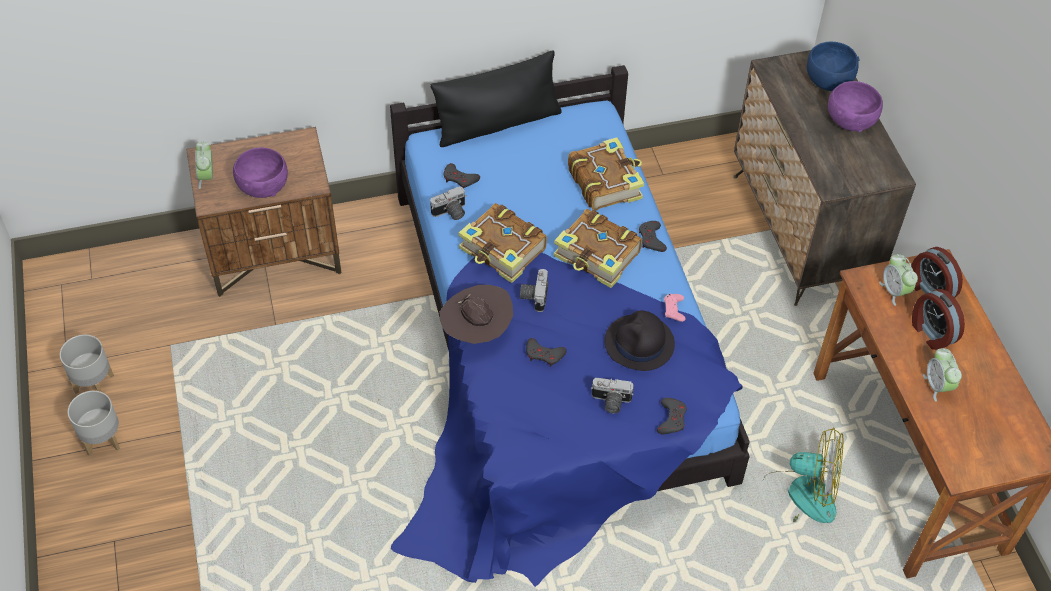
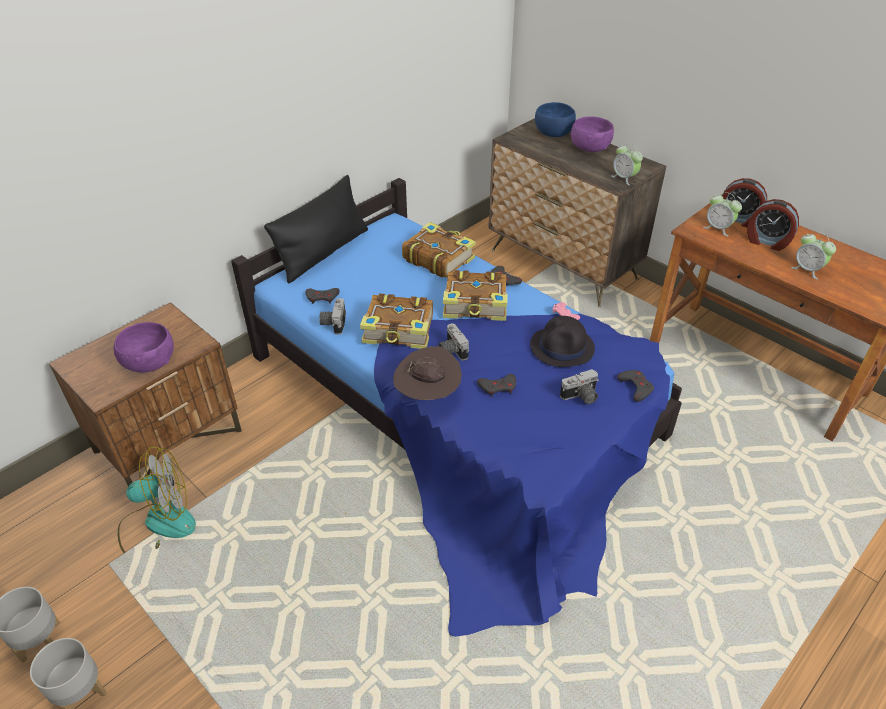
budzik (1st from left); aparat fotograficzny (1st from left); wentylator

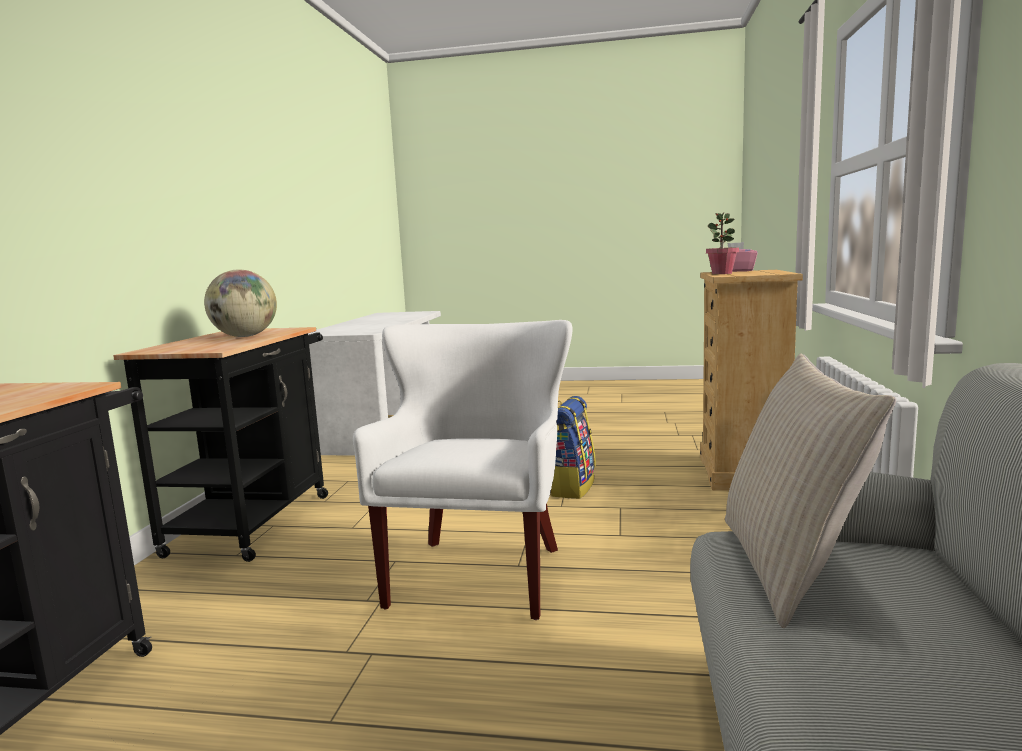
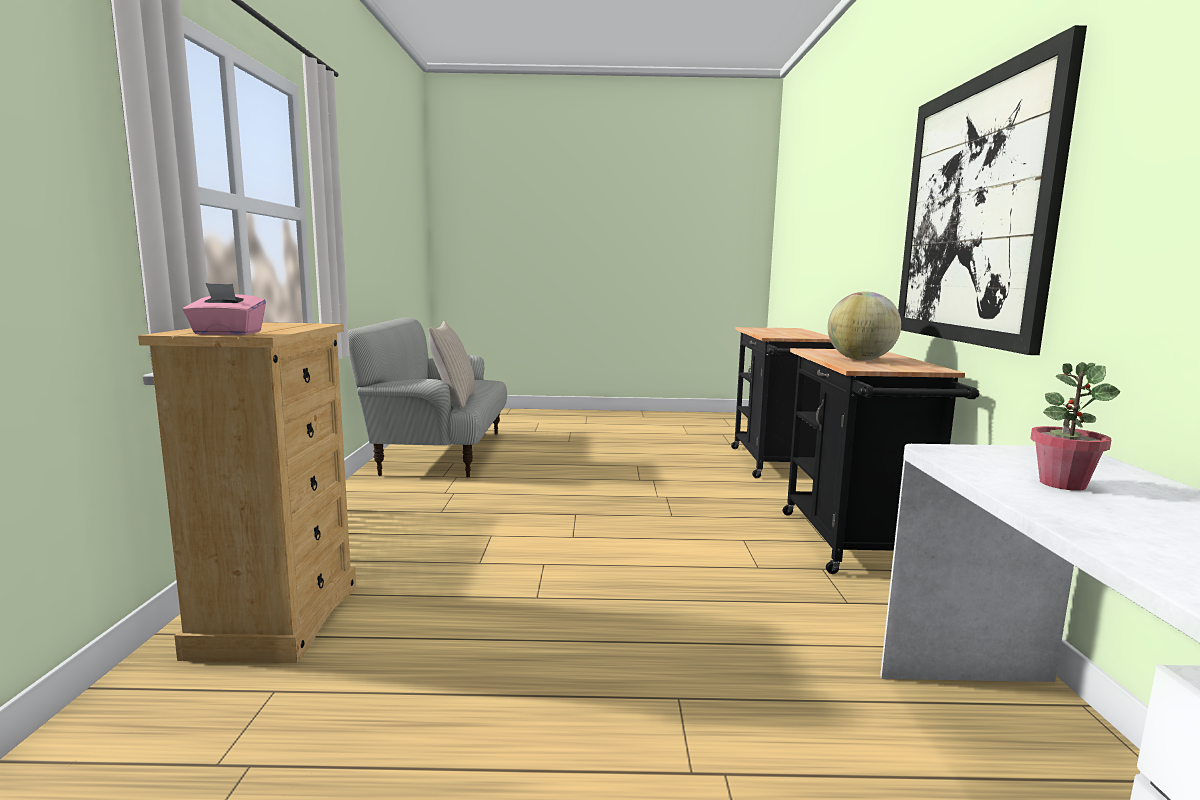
fotel/biały; plecak; roślina doniczkowa; obraz

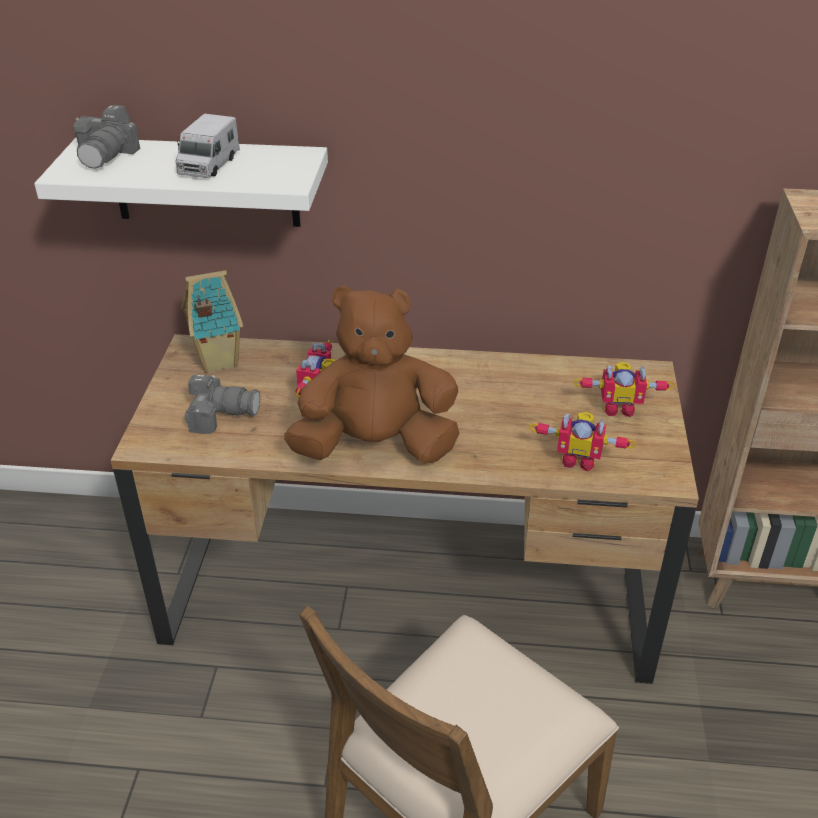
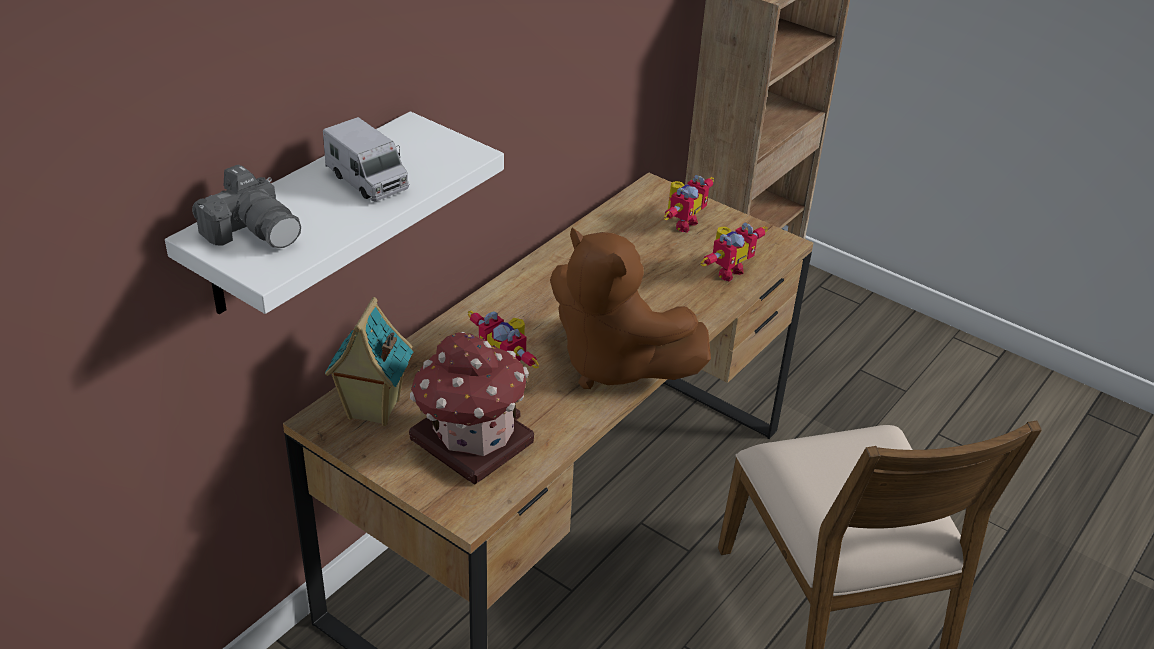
domek (2nd from left); pluszak/brązowy

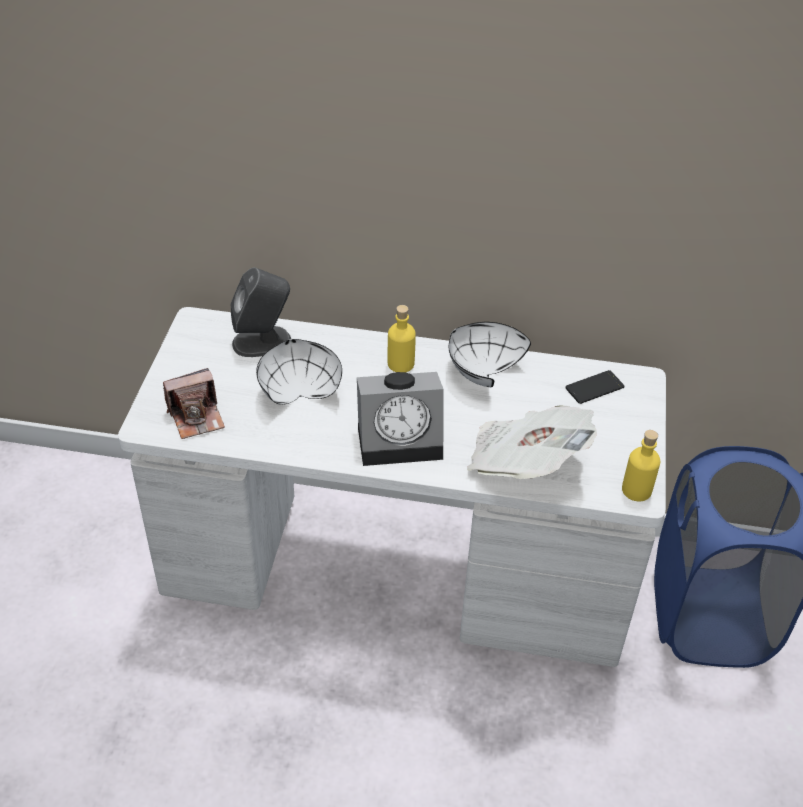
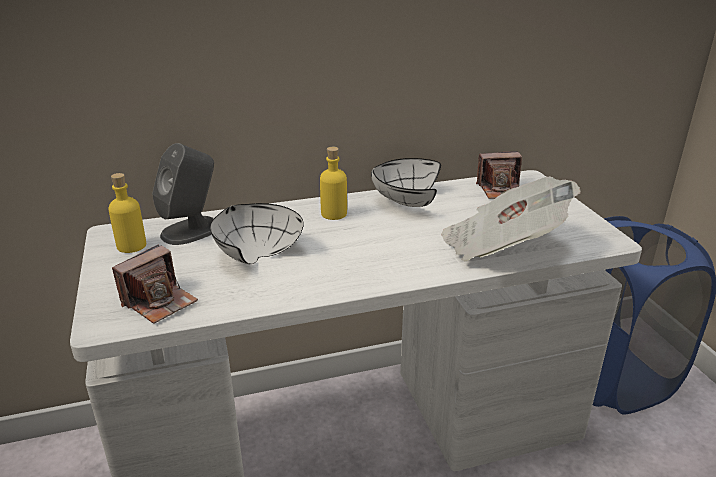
budzik; aparat fotograficzny (2nd from left); butelka/żółty (1st from left)

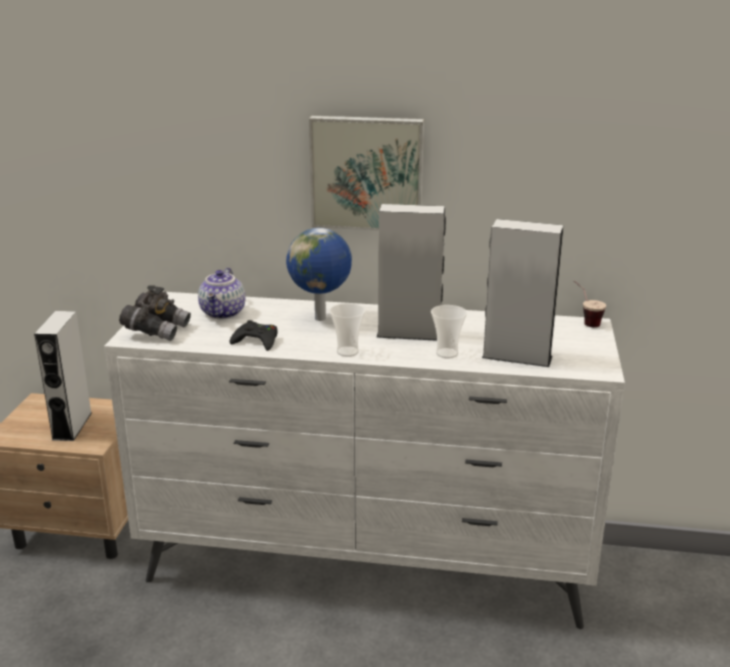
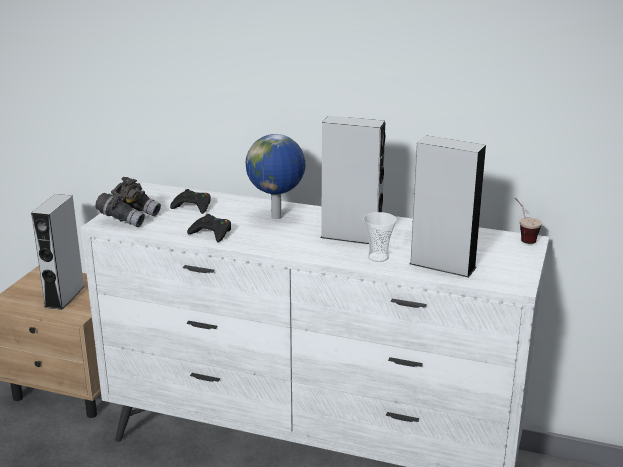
pad do gier/czarny (1st from left); obraz; filiżanka (1st from left in the first image)

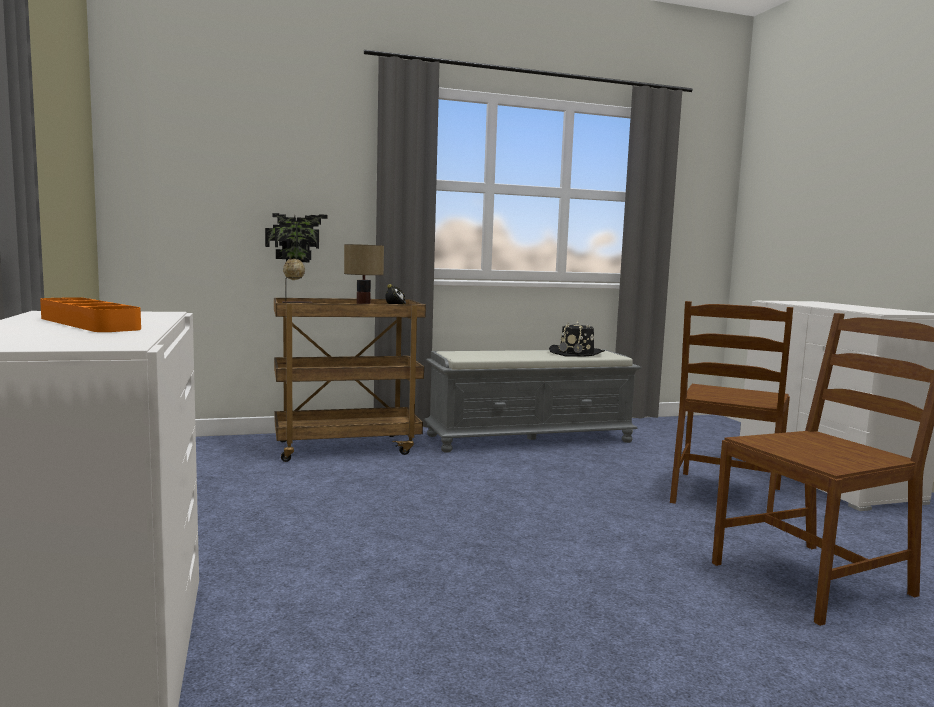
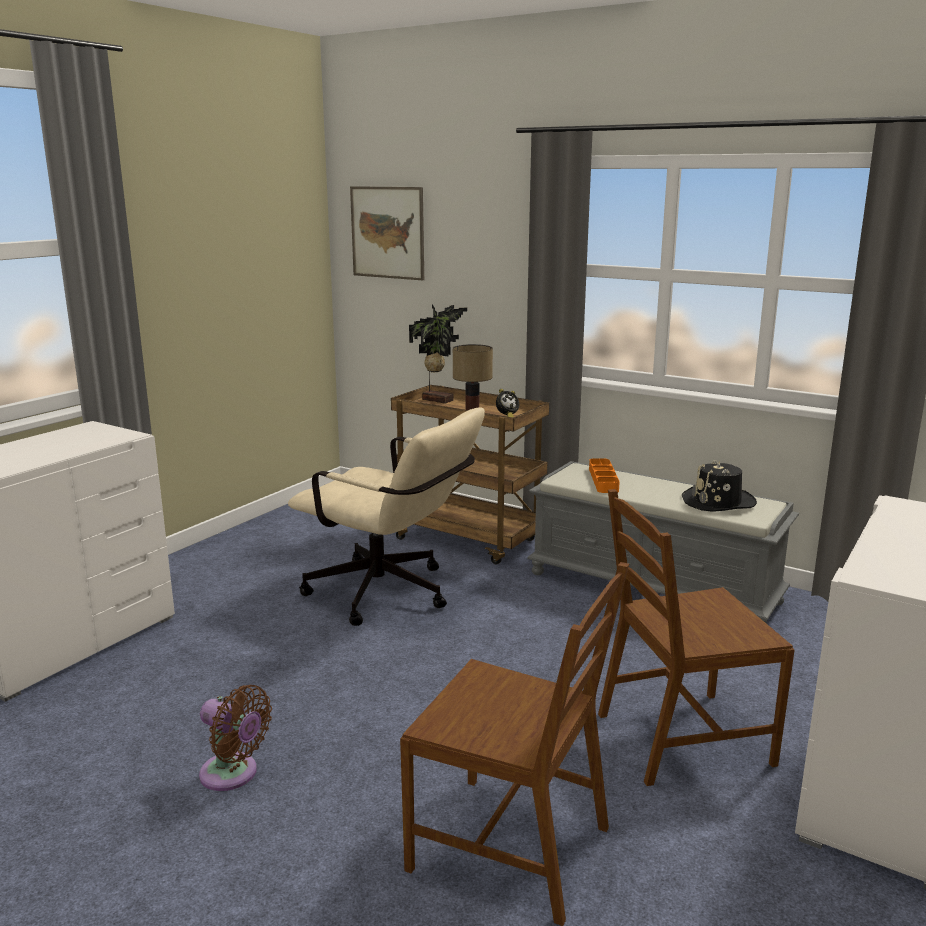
taca/pomarańczowy; wentylator/brązowy; krzesło biurowe/beżowy; obraz

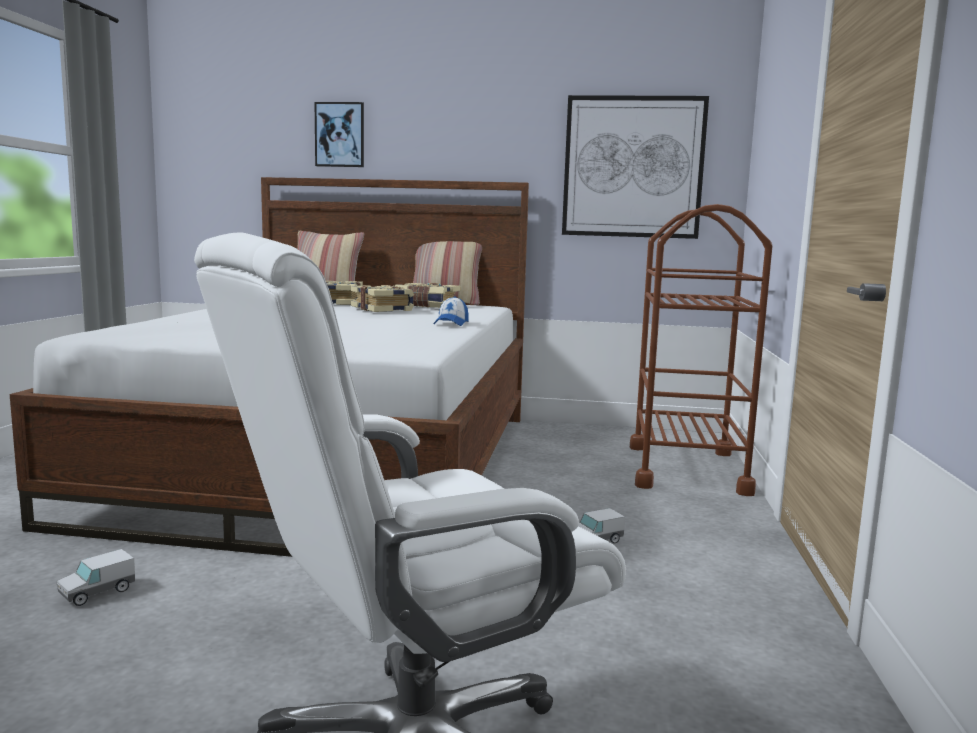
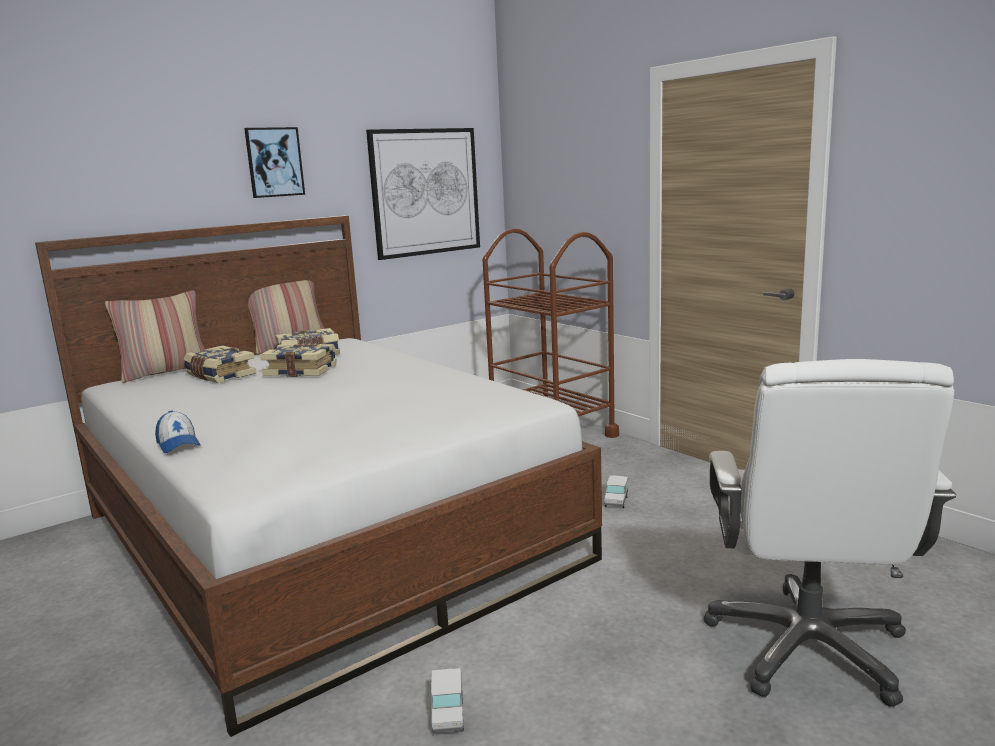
obraz (1st from left); czapka z daszkiem

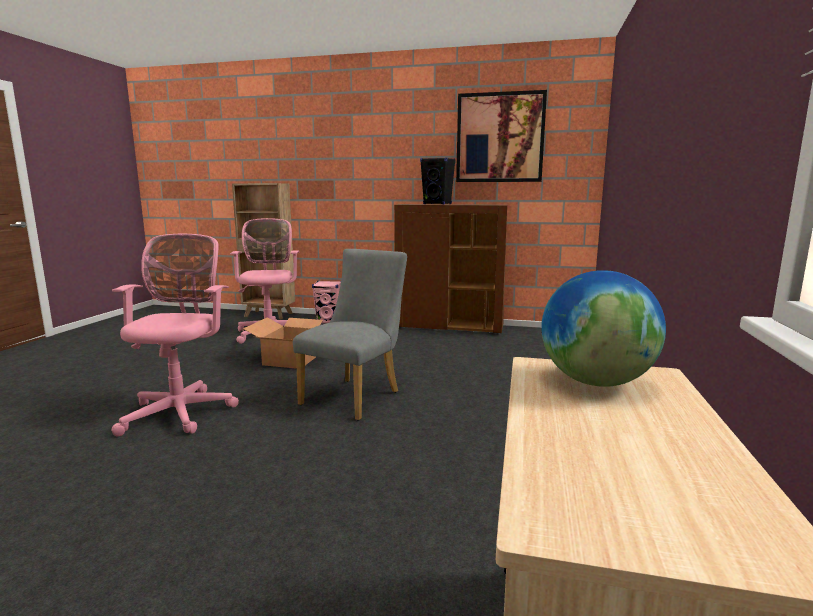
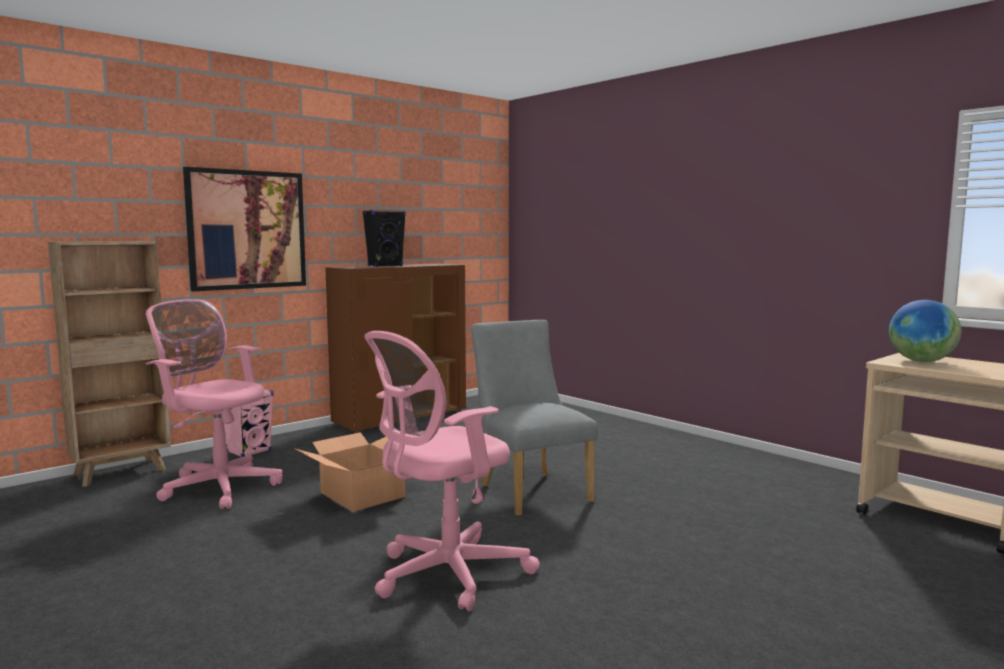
krzesło biurowe/różowy (2nd from left); obraz

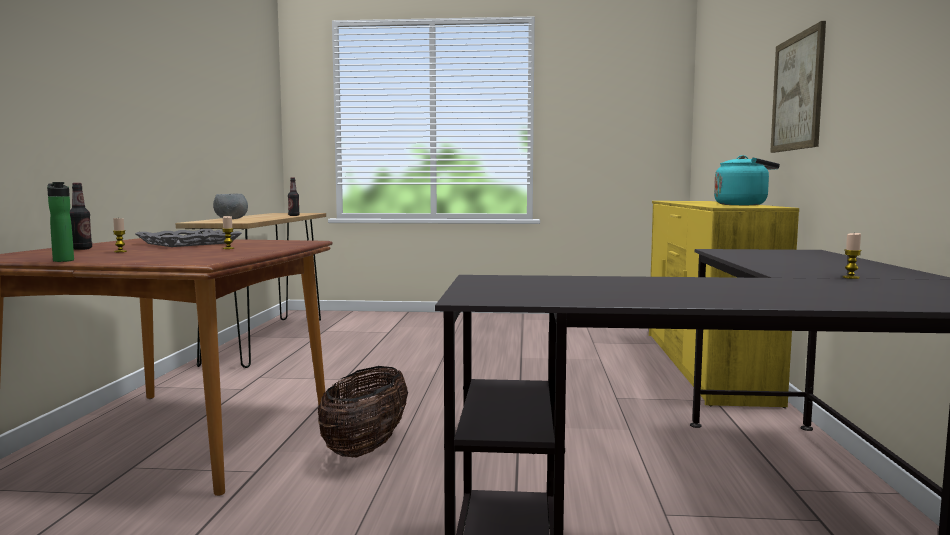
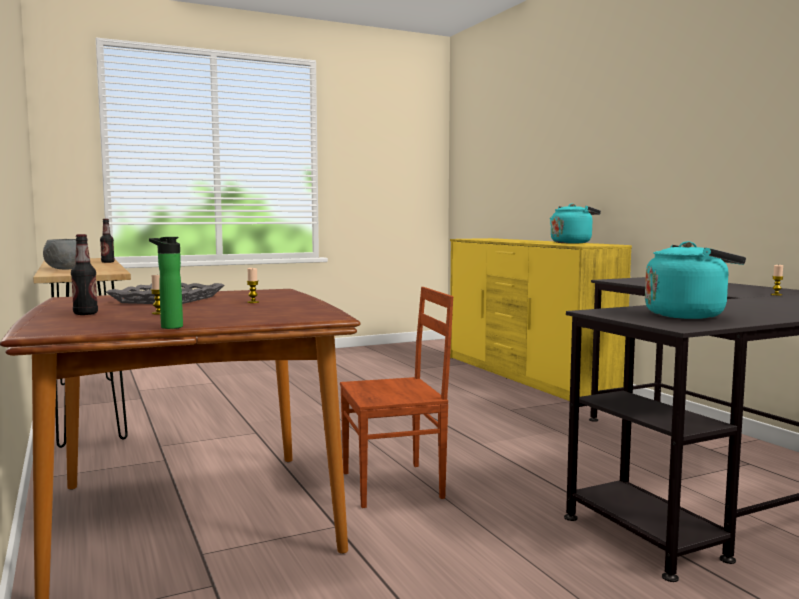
krzesło/brązowy; obraz; czajnik/turkusowy (2nd from left)

